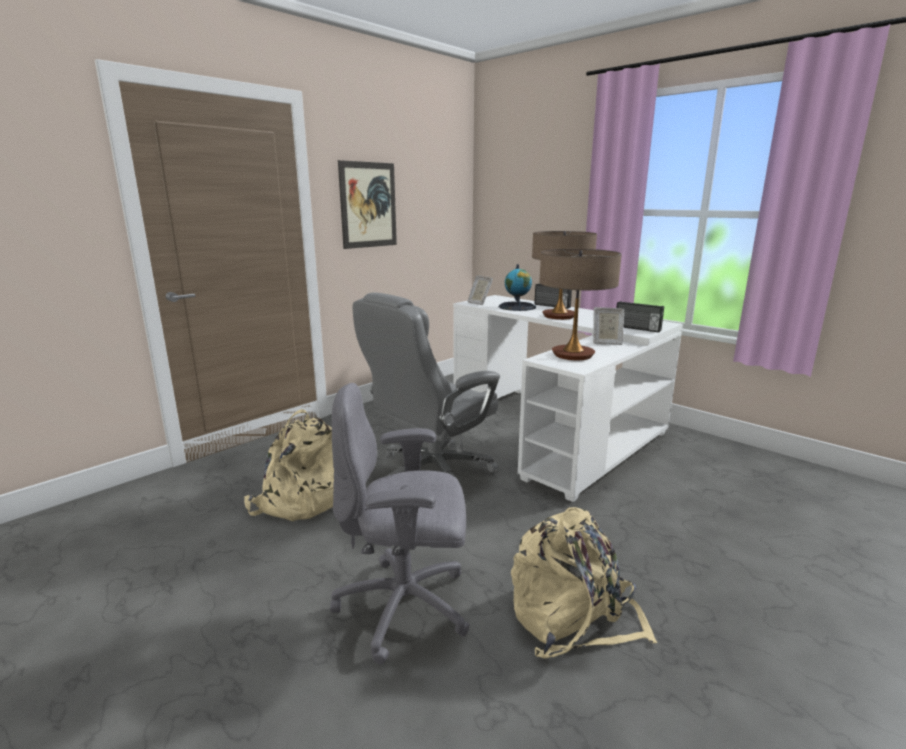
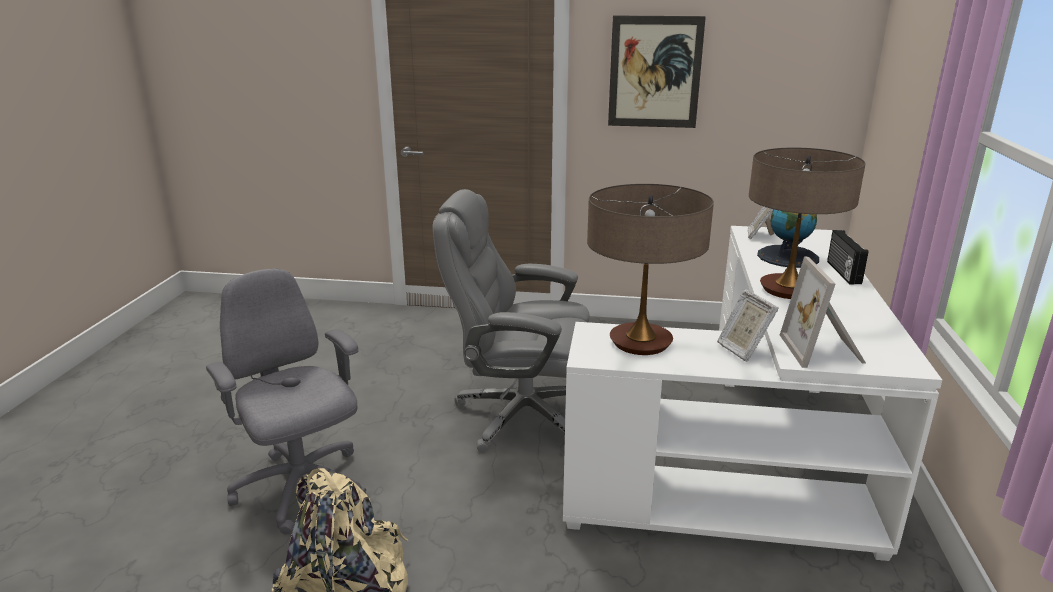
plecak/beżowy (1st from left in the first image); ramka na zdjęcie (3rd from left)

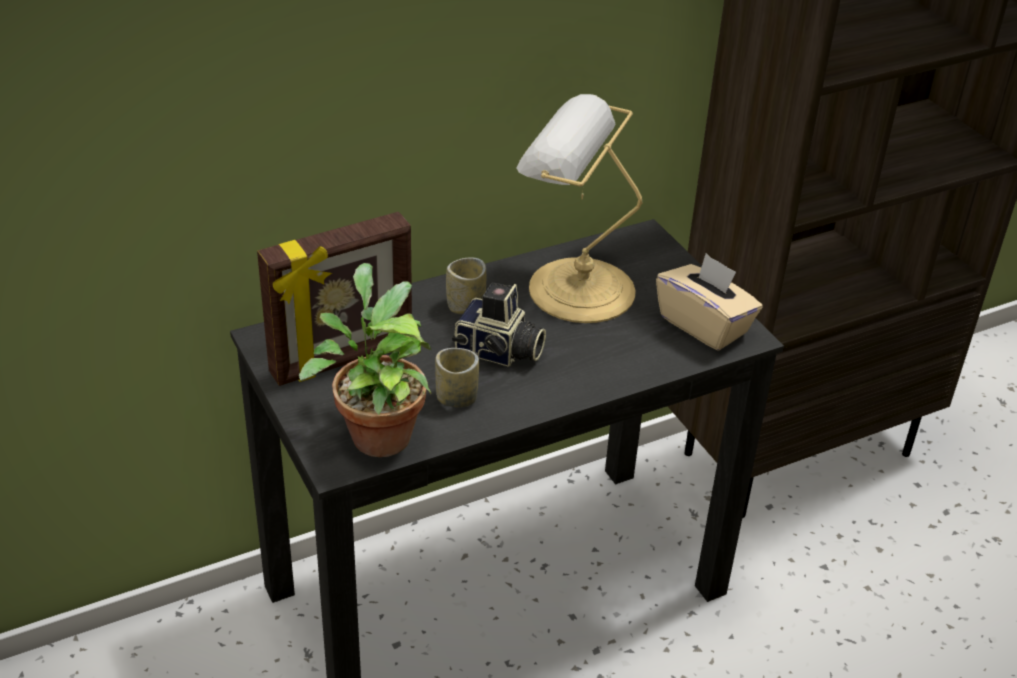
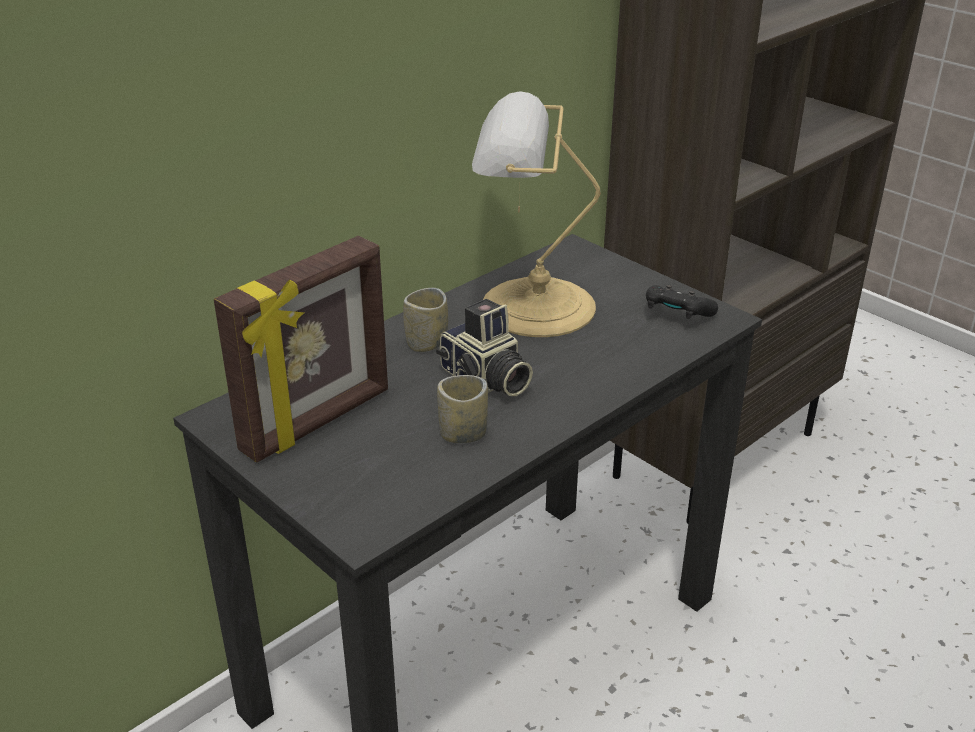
roślina doniczkowa; aparat fotograficzny; pad do gier/czarny

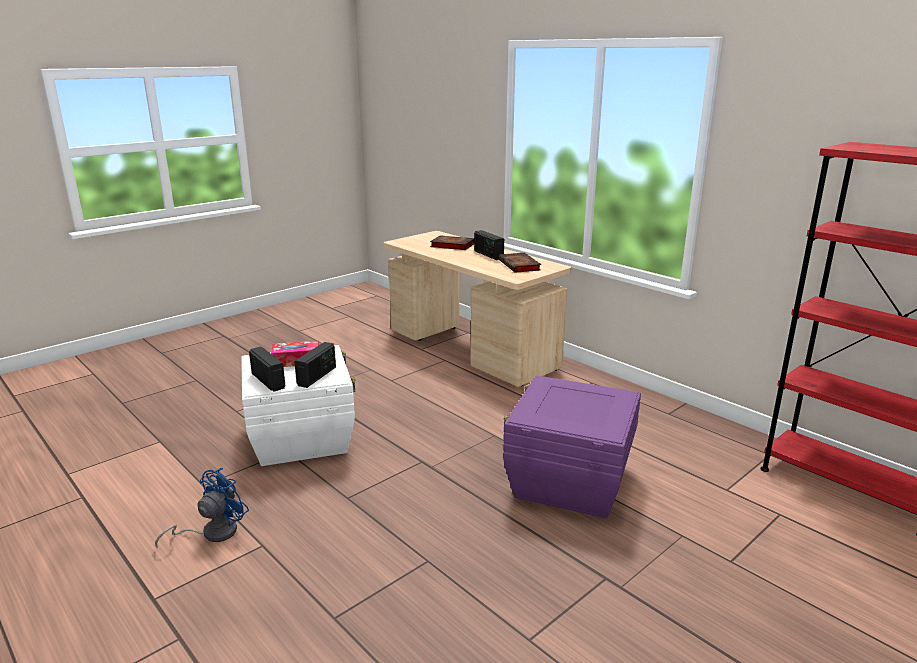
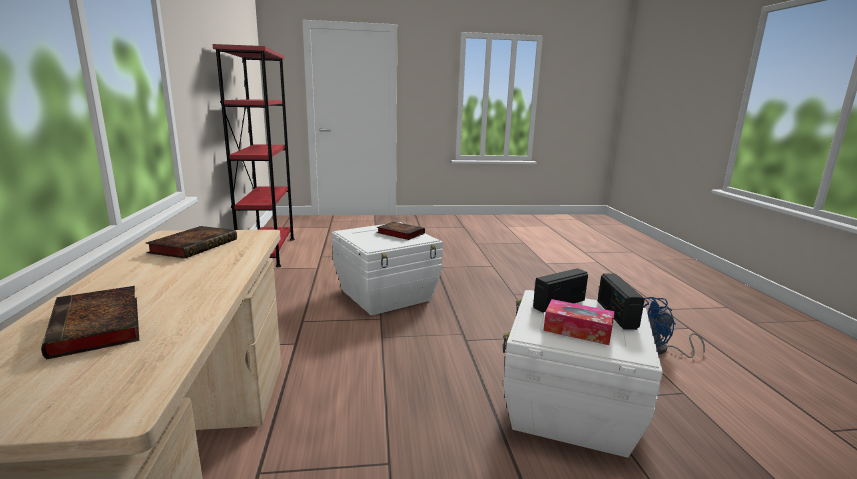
radio (3rd from left in the first image); pojemnik do przechowywania/biały (1st from left); książka (3rd from left)

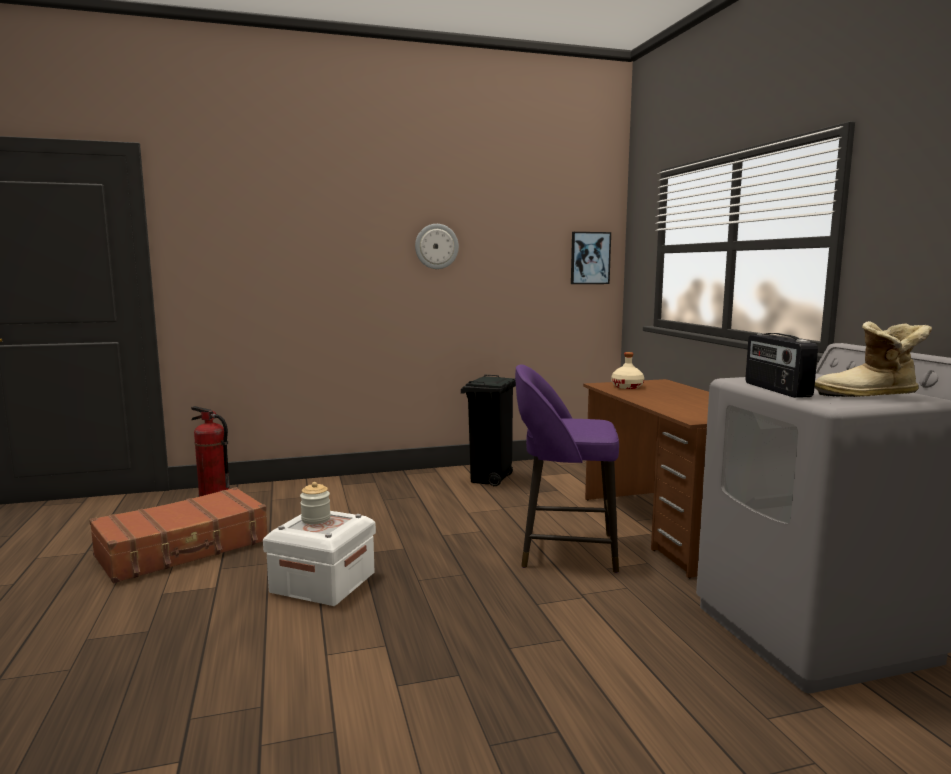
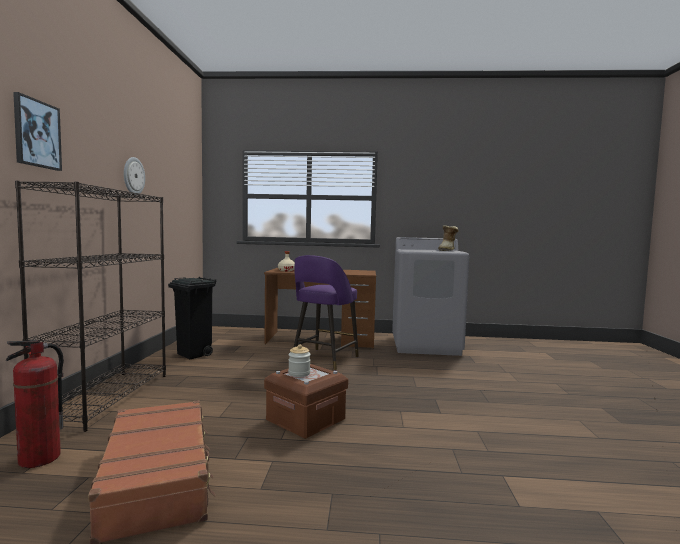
pojemnik do przechowywania/brązowy; obraz; radio; regał/czarny

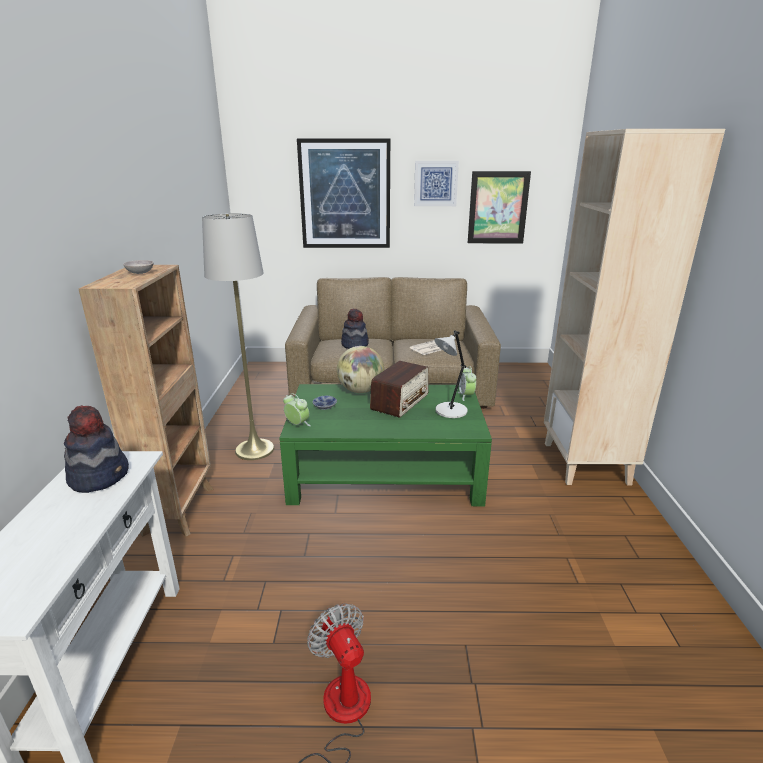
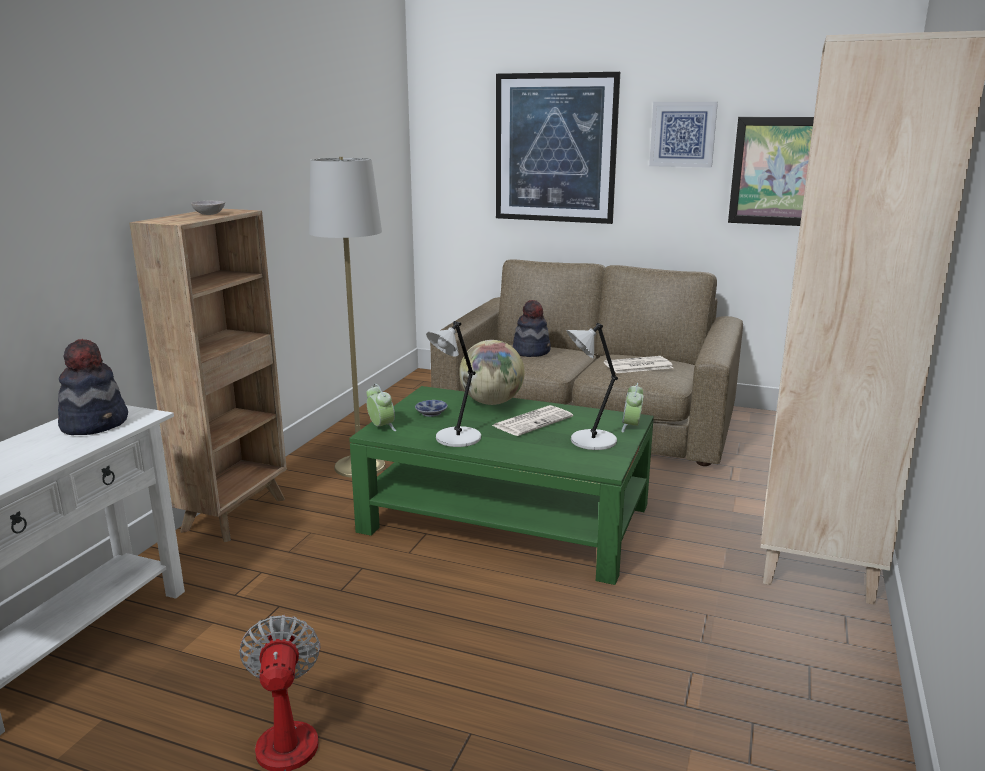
gazeta (1st from left); lampa stołowa/szary (1st from left)

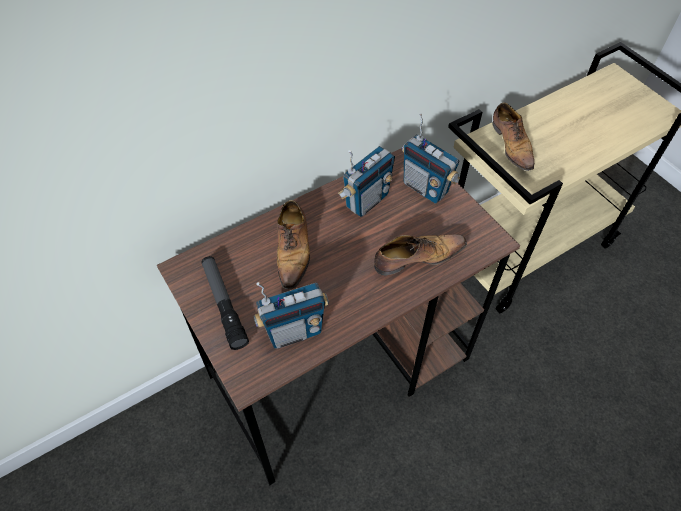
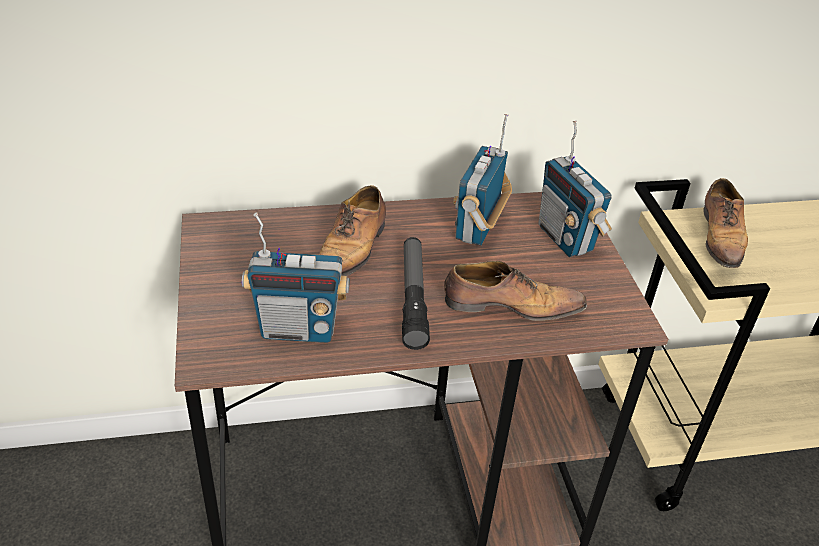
latarka; radio (2nd from left)

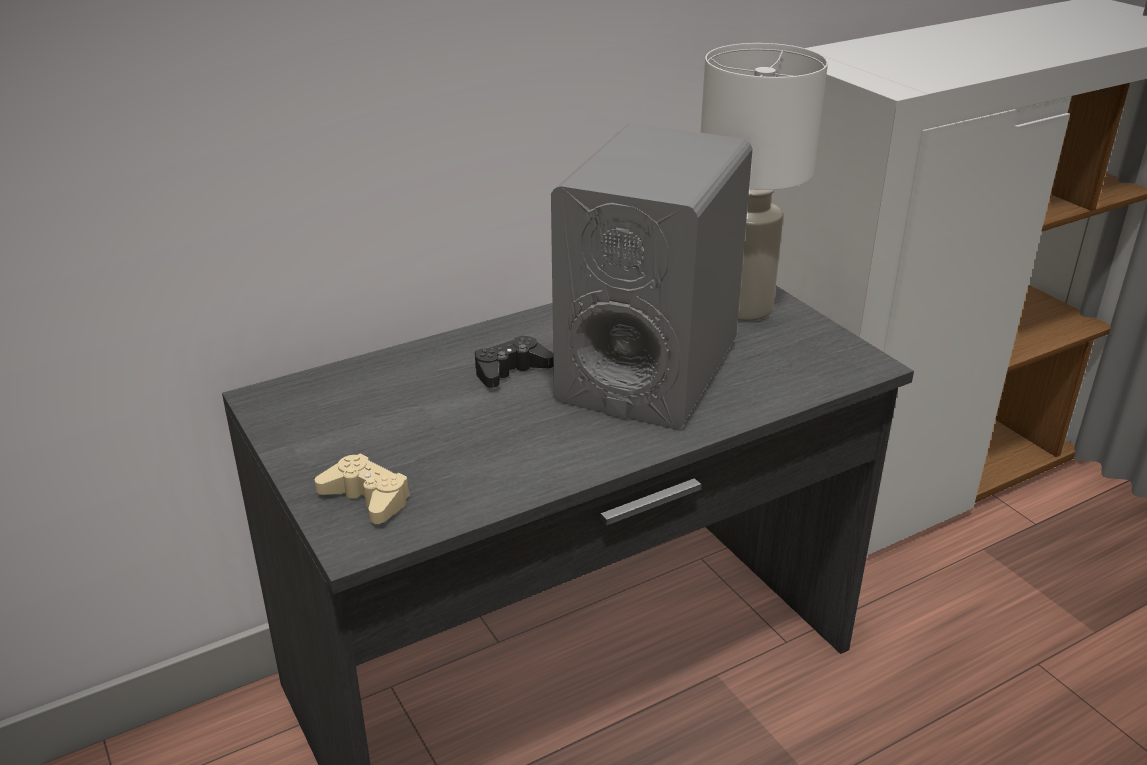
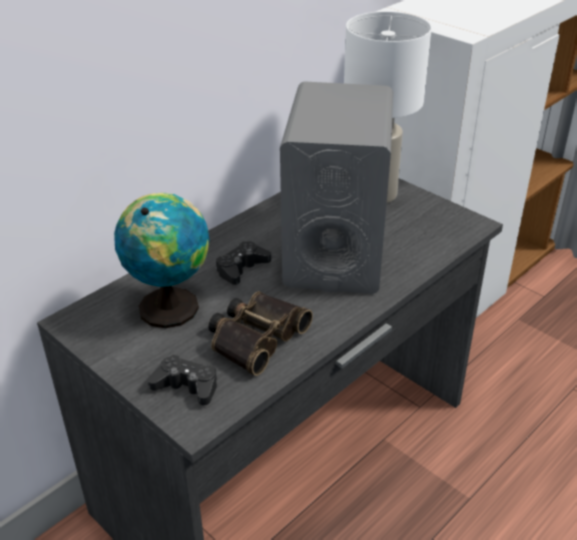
pad do gier/czarny (1st from left); globus; lornetka

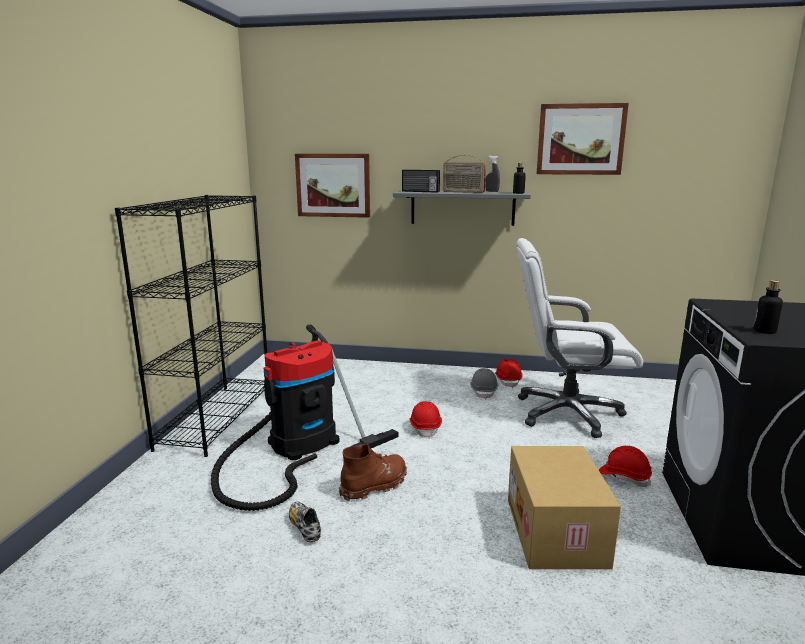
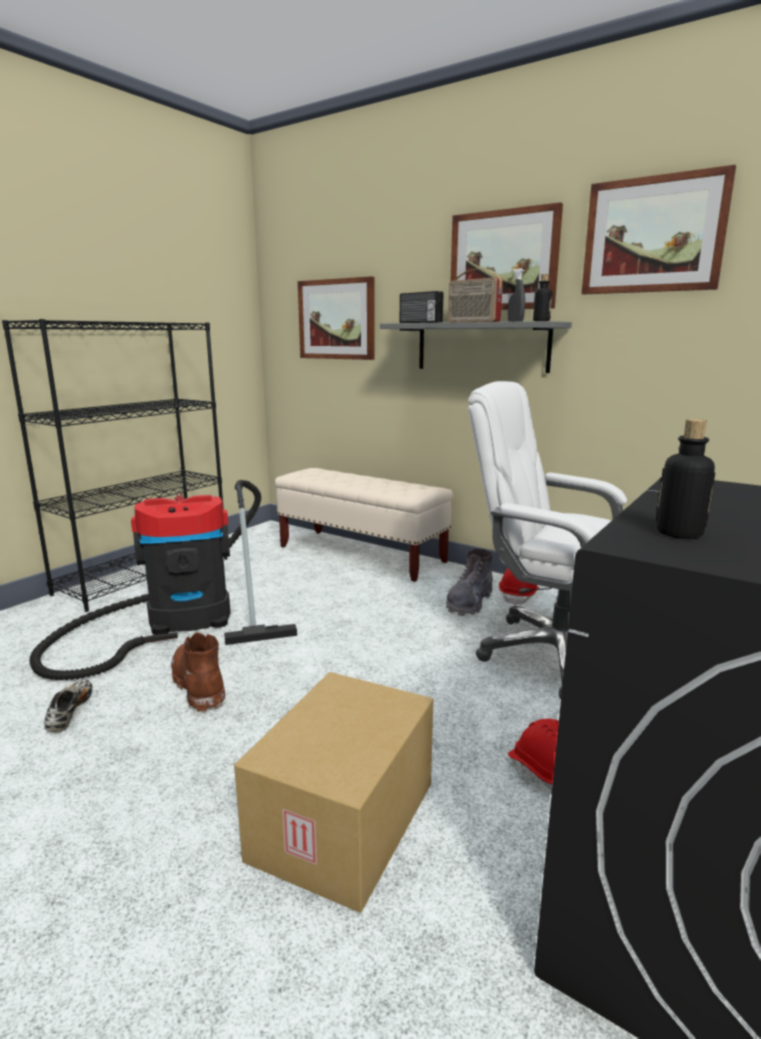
but z cholewką/brązowy; kask/czerwony (1st from left in the first image); but z cholewką/szary; ławka/beżowy; obraz (2nd from left)

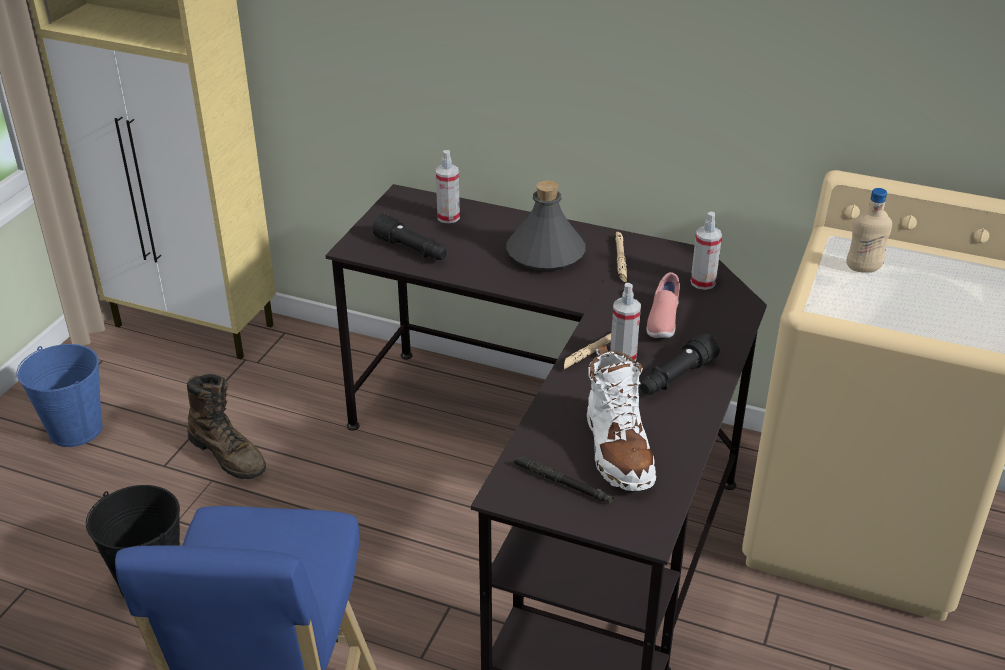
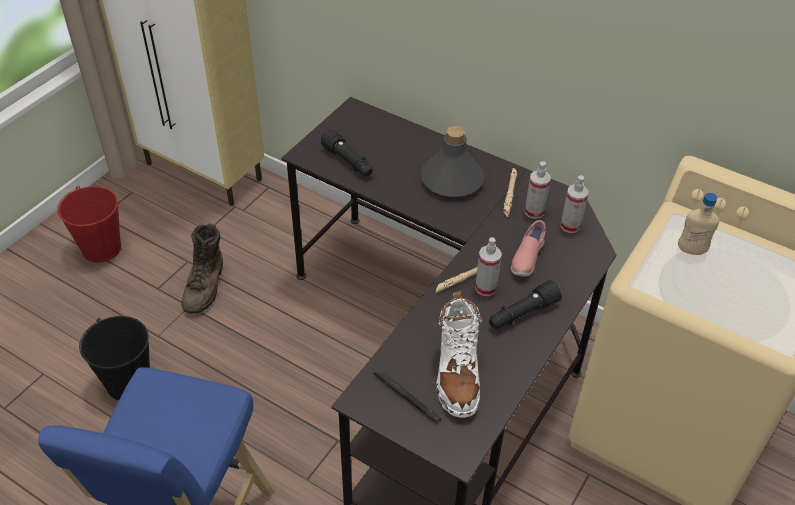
wiadro/czerwony; but z cholewką/brązowy; spryskiwacz (2nd from left)

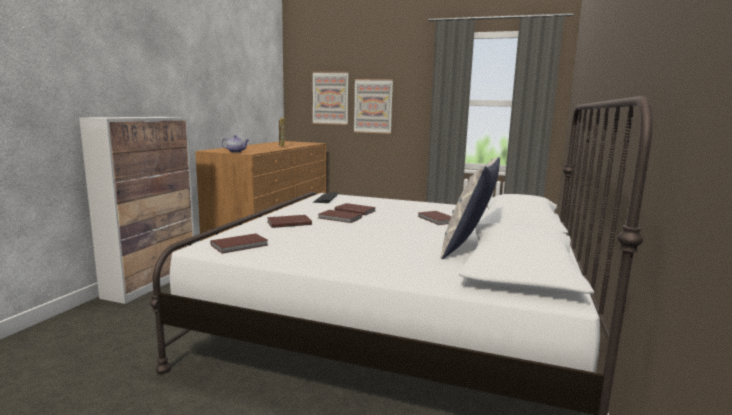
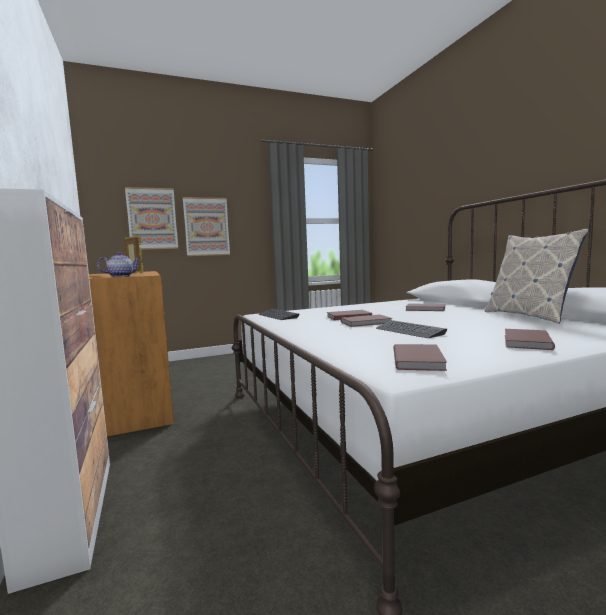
książka/brązowy (5th from left); klawiatura (2nd from left)

